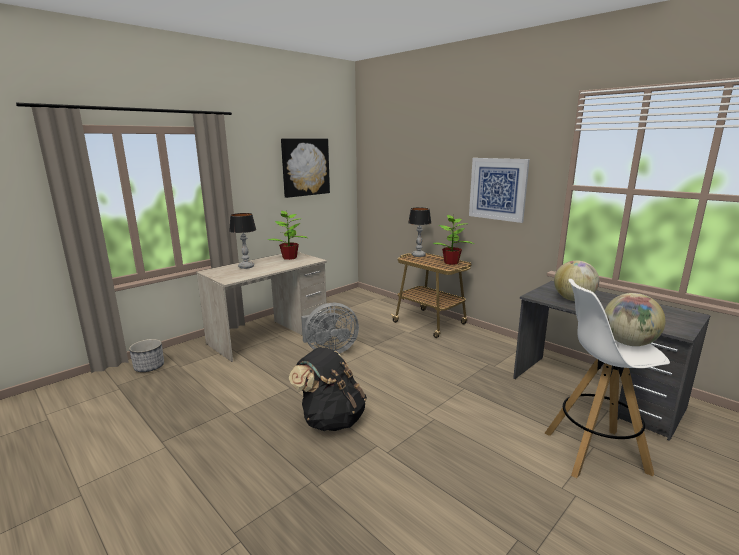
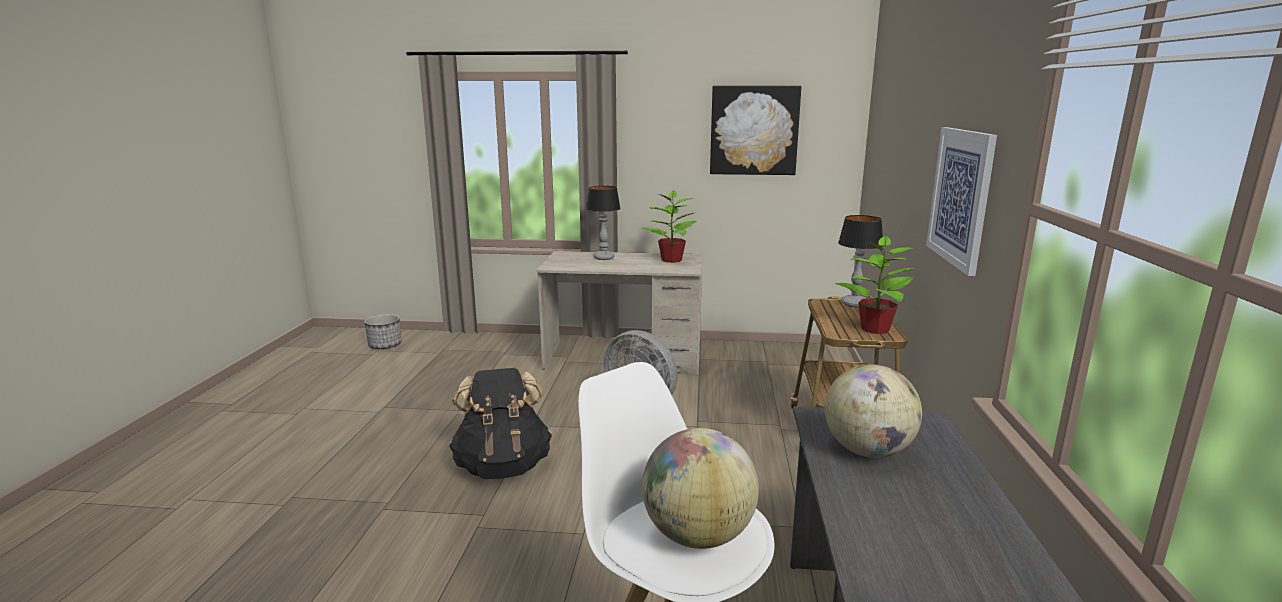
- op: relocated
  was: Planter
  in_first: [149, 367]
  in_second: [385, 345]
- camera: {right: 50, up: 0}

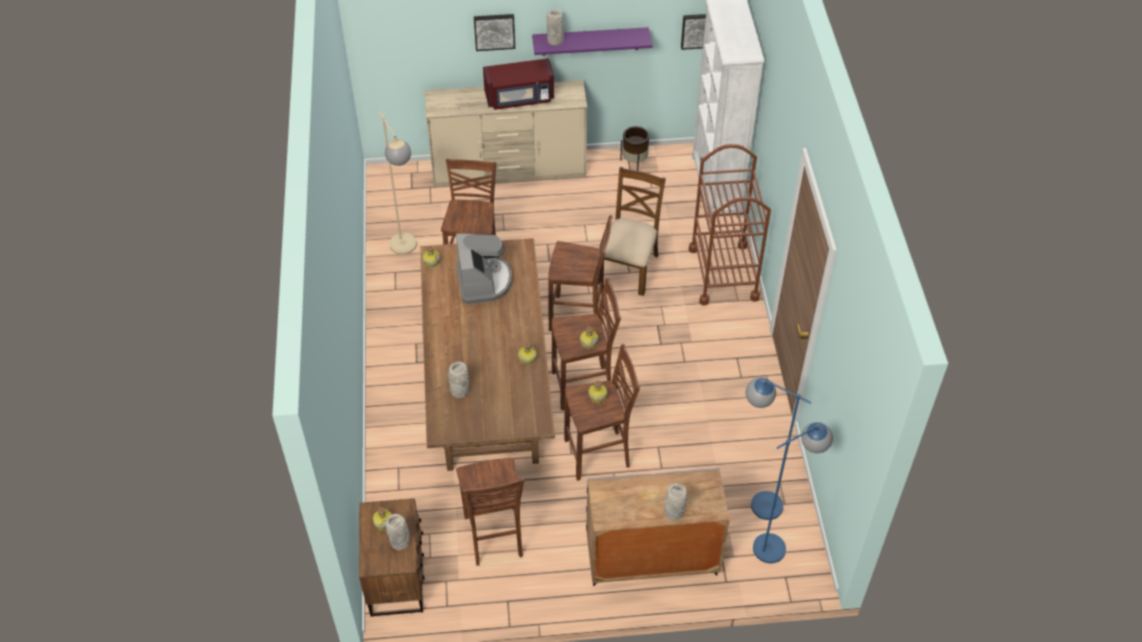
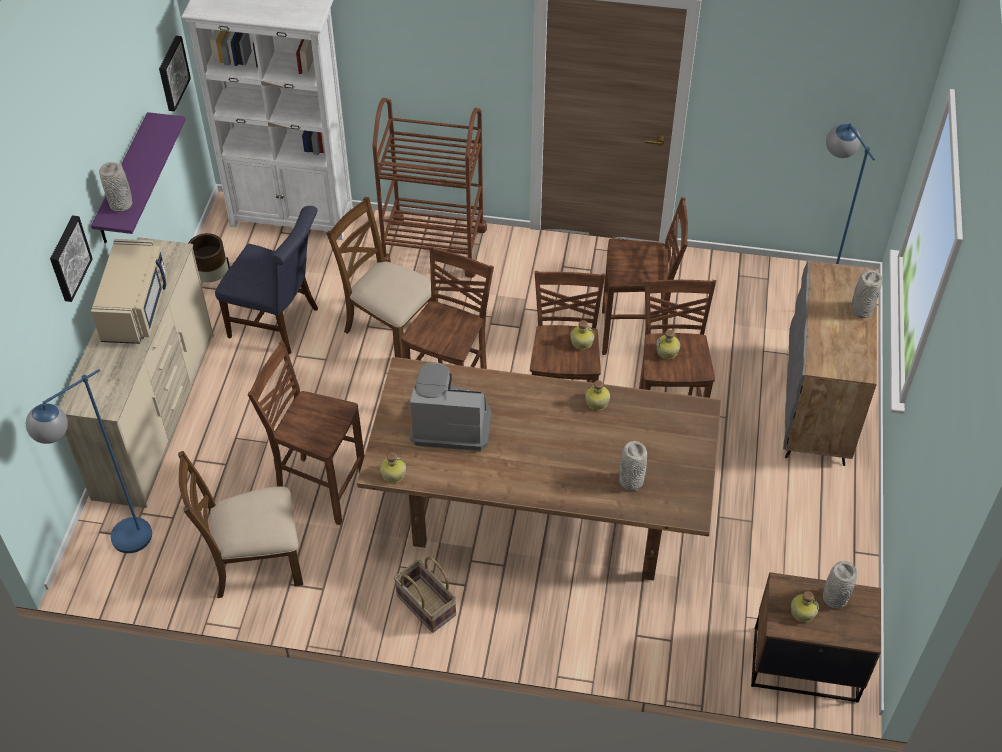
- op: appeared
  now: BlueChair
  in_second: [279, 323]
- op: appeared
  now: Basket
  in_second: [425, 605]
- op: relocated
  was: BrownStool
  in_first: [494, 538]
  in_second: [636, 334]
- op: relocated
  was: BlueFloorLamp
  in_first: [756, 500]
  in_second: [119, 544]
- op: exchanged
  was: BeigeFloorLamp
  now: BrownChair
  in_first: [407, 251]
  in_second: [255, 562]
- op: colour
  was: RedMicrowave
  now: BeigeMicrowave
  in_first: [519, 98]
  in_second: [136, 308]
- camera: {right: -75, up: 0}

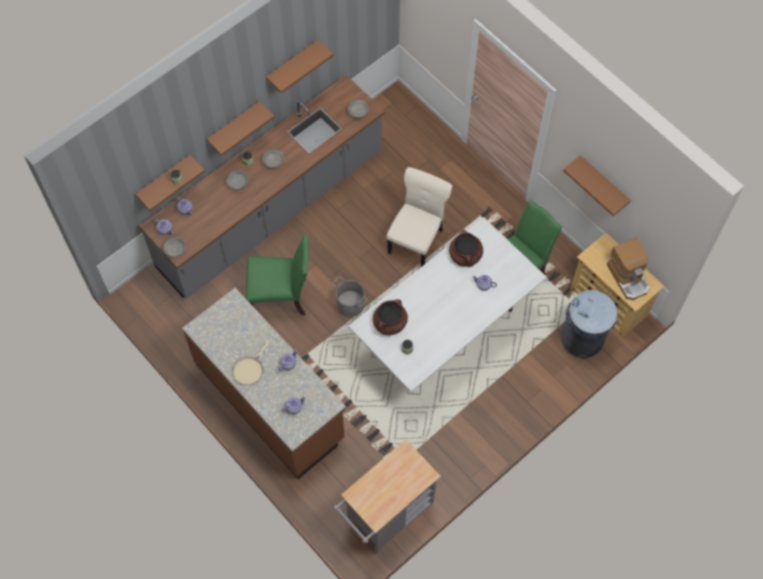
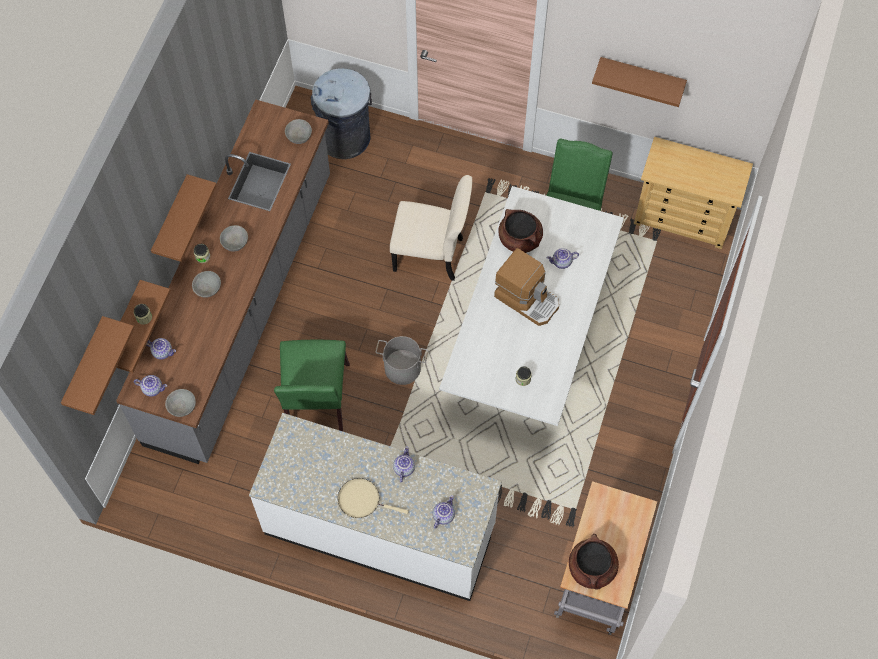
- op: relocated
  was: BrownShelf
  in_first: [293, 65]
  in_second: [85, 366]
- op: relocated
  was: BrownCookingPot
  in_first: [390, 323]
  in_second: [592, 568]
- op: relocated
  was: GreyTrashCan
  in_first: [582, 338]
  in_second: [345, 138]
- op: relocated
  was: CoffeeMachine
  in_first: [628, 277]
  in_second: [527, 299]
- op: colour
  was: BrownCounter
  now: WhiteCounter
  in_first: [270, 401]
  in_second: [380, 528]
- op: spun
  was: BeigeFryingPan
  in_first: [249, 369]
  in_second: [362, 500]
  clockwise: 105
- op: spun
  was: GreenChair
  in_first: [281, 297]
  in_second: [316, 401]
  clockwise: 120
- op: spun
  was: BeigeChair
  in_first: [417, 239]
  in_second: [431, 255]
  clockwise: 105
- camera: {right: -30, up: 0}

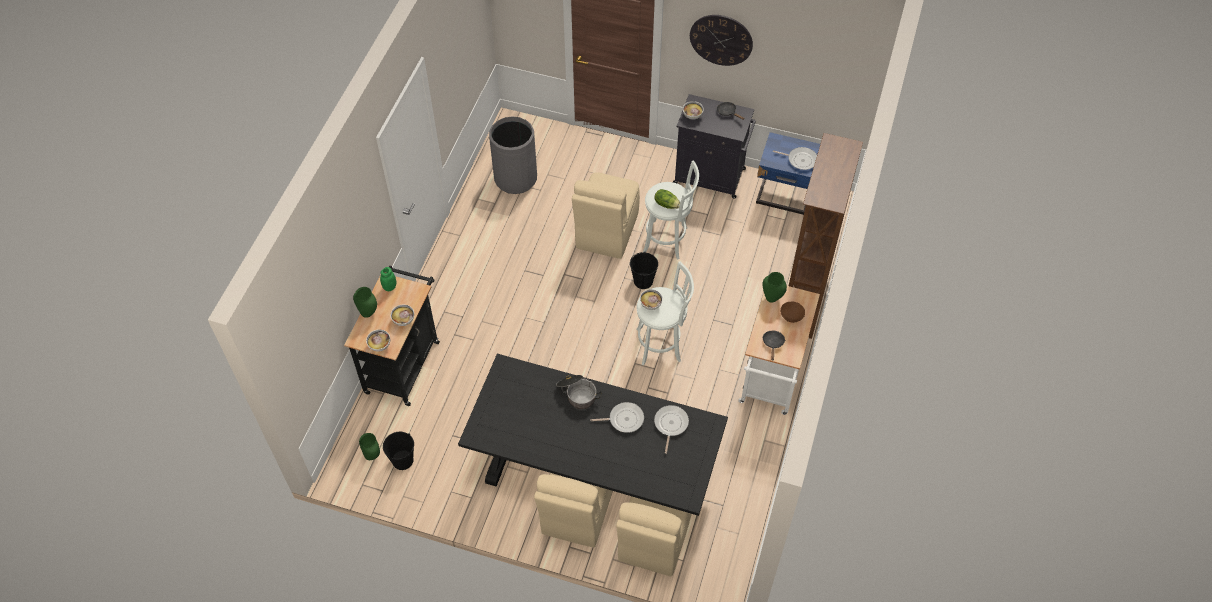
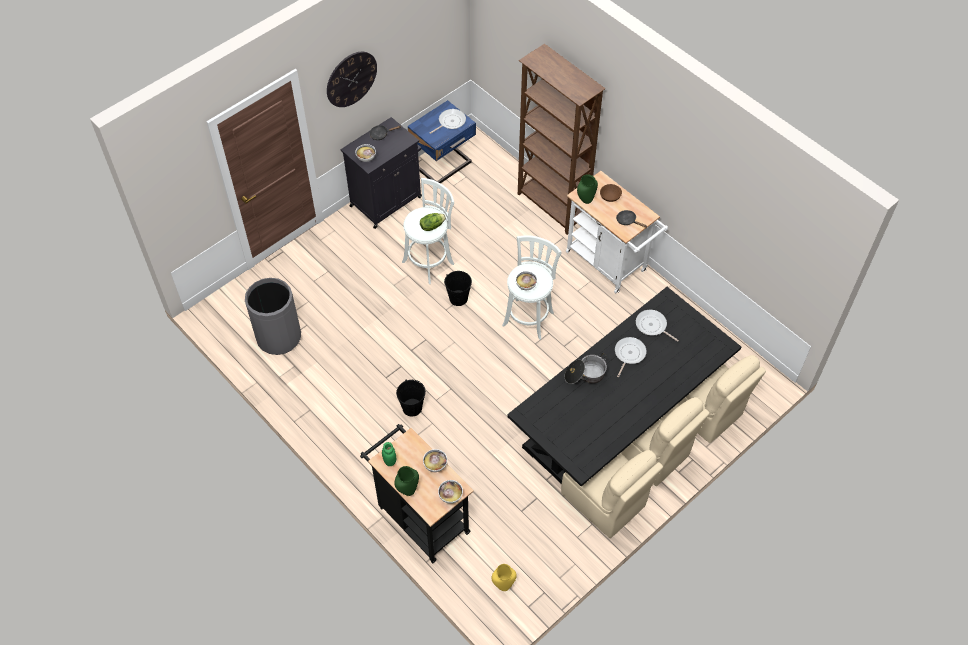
- op: relocated
  was: BlackBucket
  in_first: [402, 460]
  in_second: [412, 408]
- op: relocated
  was: BeigeChair
  in_first: [606, 232]
  in_second: [604, 501]
- op: colour
  was: GreenVase
  now: YellowVase
  in_first: [372, 456]
  in_second: [503, 585]
- camera: {right: -60, up: 0}

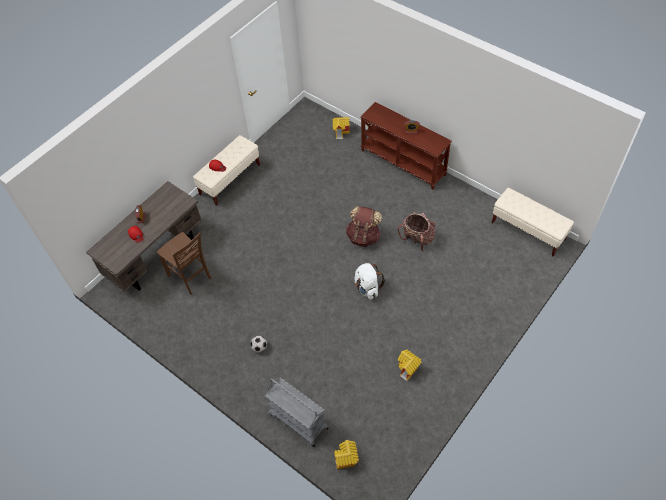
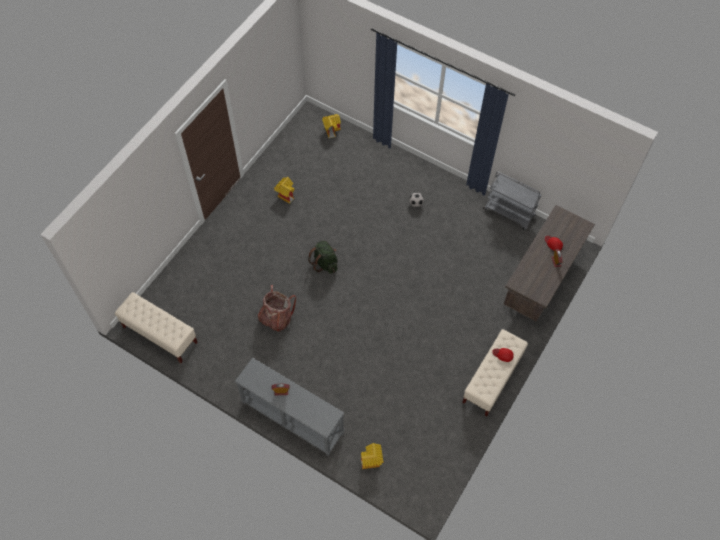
- op: missing
  was: BrownChair
  in_first: [190, 277]
- op: missing
  was: BrownBackpack
  in_first: [363, 236]
- op: relocated
  was: GreyCart
  in_first: [297, 421]
  in_second: [509, 212]
- op: colour
  was: WhiteBackpack
  now: GreenBackpack
  in_first: [367, 288]
  in_second: [325, 263]
- op: colour
  was: BrownConsoleTable
  now: GreyConsoleTable
  in_first: [403, 162]
  in_second: [292, 418]
- camera: {right: 170, up: 5}

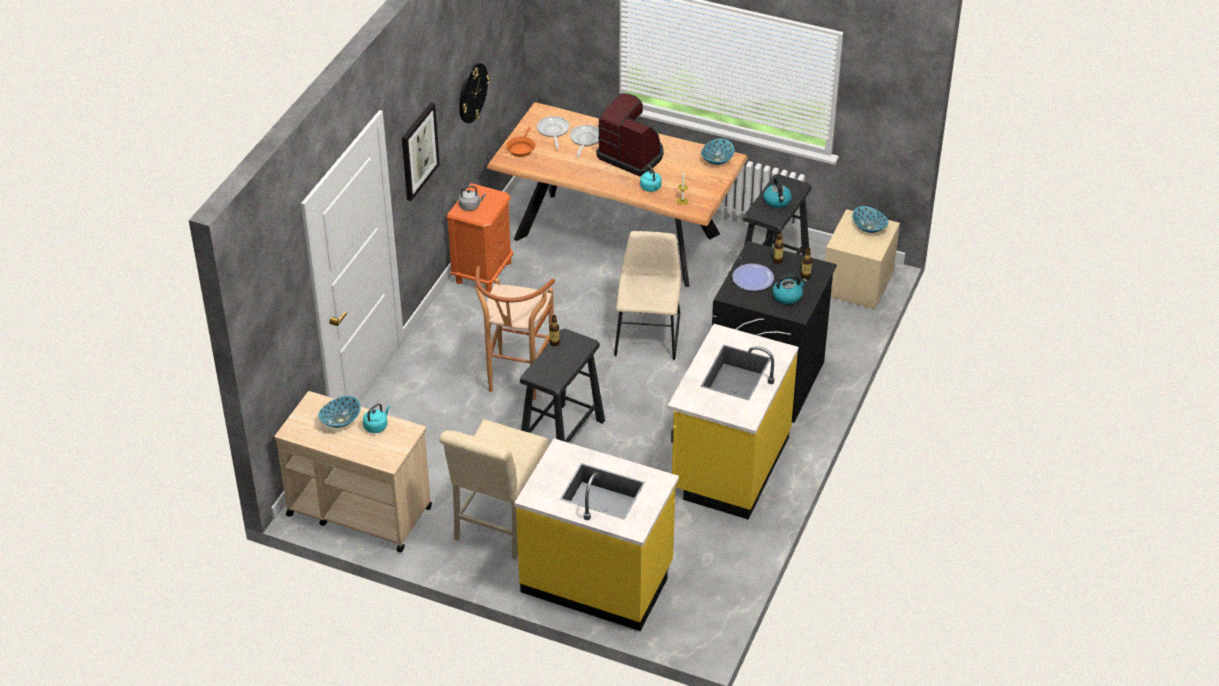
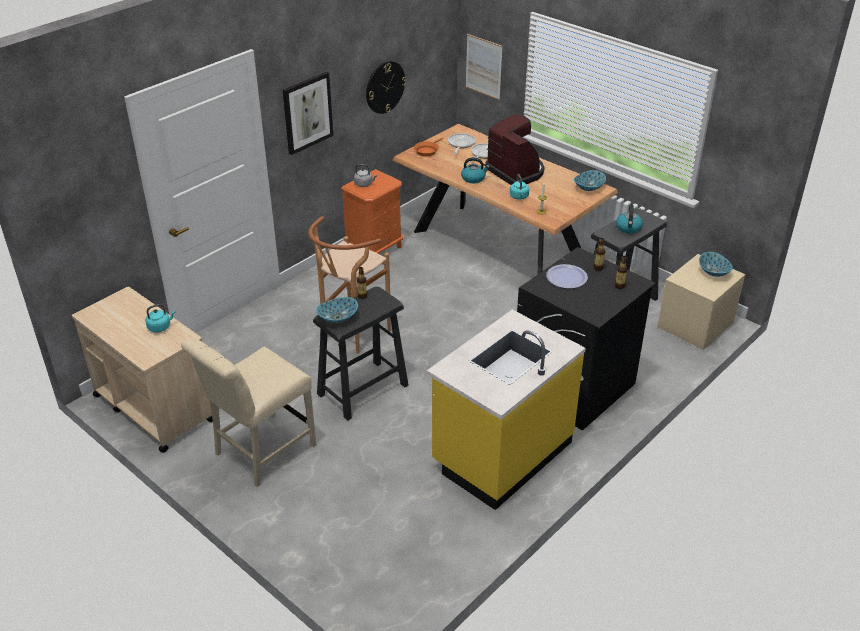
- op: missing
  was: YellowCounter
  in_first: [597, 579]
- op: missing
  was: BeigeChair
  in_first: [648, 333]
- op: appeared
  now: Picture
  in_second: [483, 66]
- op: relocated
  was: Bowl
  in_first: [340, 420]
  in_second: [337, 318]
- op: relocated
  was: Kettle
  in_first: [787, 296]
  in_second: [473, 178]
- camera: {right: 20, up: -5}

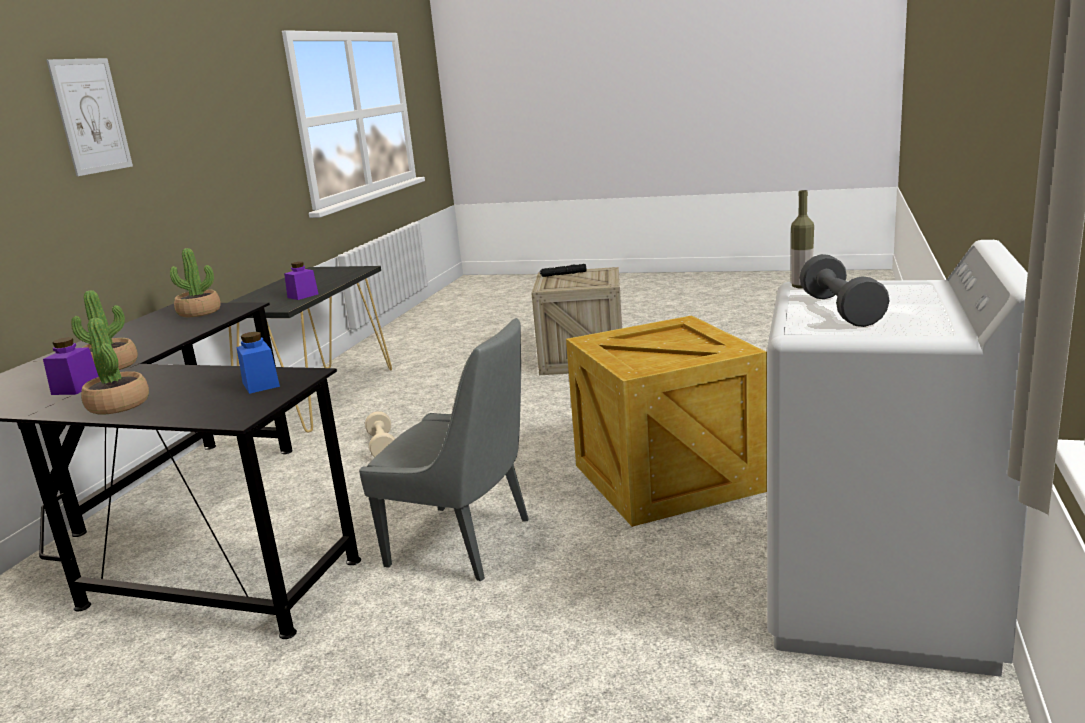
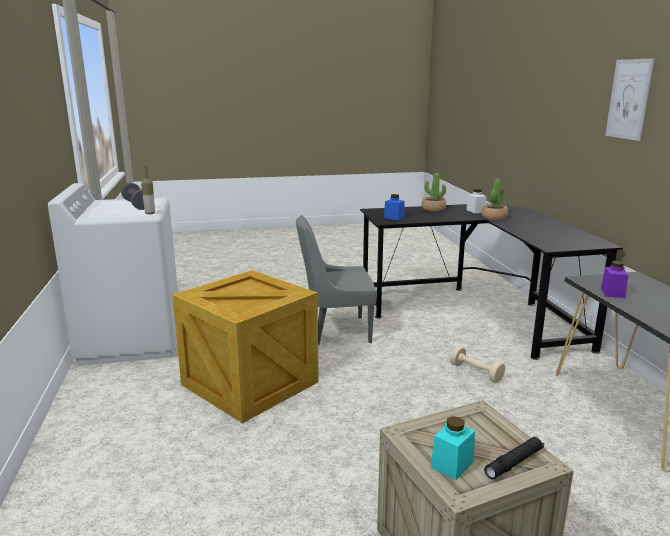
- op: missing
  was: PottedPlant
  in_first: [199, 312]
- op: appeared
  now: TurquoiseJar
  in_second: [452, 464]
- op: colour
  was: PurpleJar
  now: WhiteJar
  in_first: [76, 388]
  in_second: [475, 211]
- camera: {right: 150, up: 0}

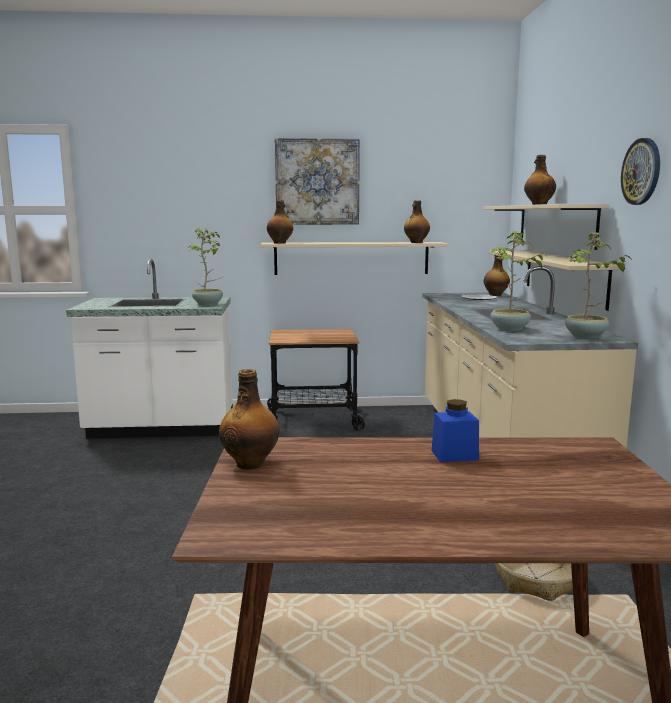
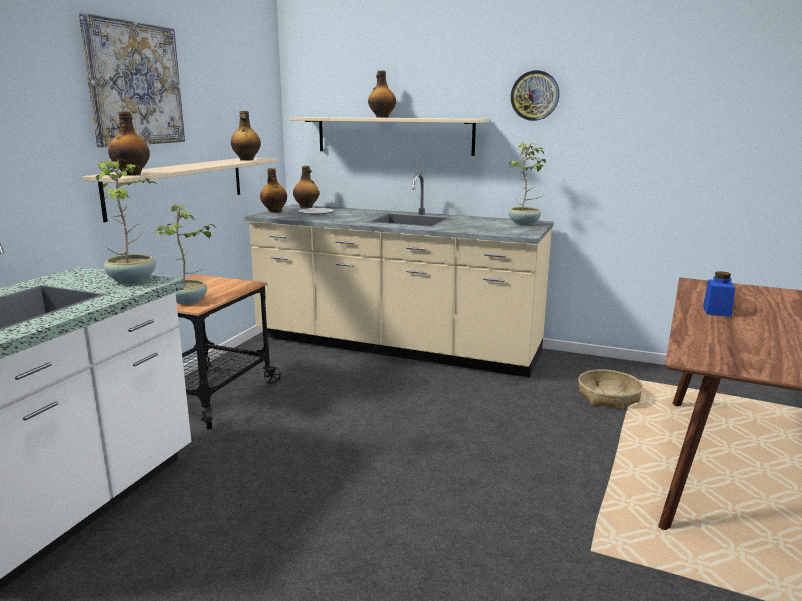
- op: missing
  was: BeigeShelf
  in_first: [564, 276]
- op: relocated
  was: Bottle
  in_first: [251, 464]
  in_second: [274, 211]
- op: relocated
  was: PottedPlant
  in_first: [509, 329]
  in_second: [188, 301]
- camera: {right: -65, up: 5}

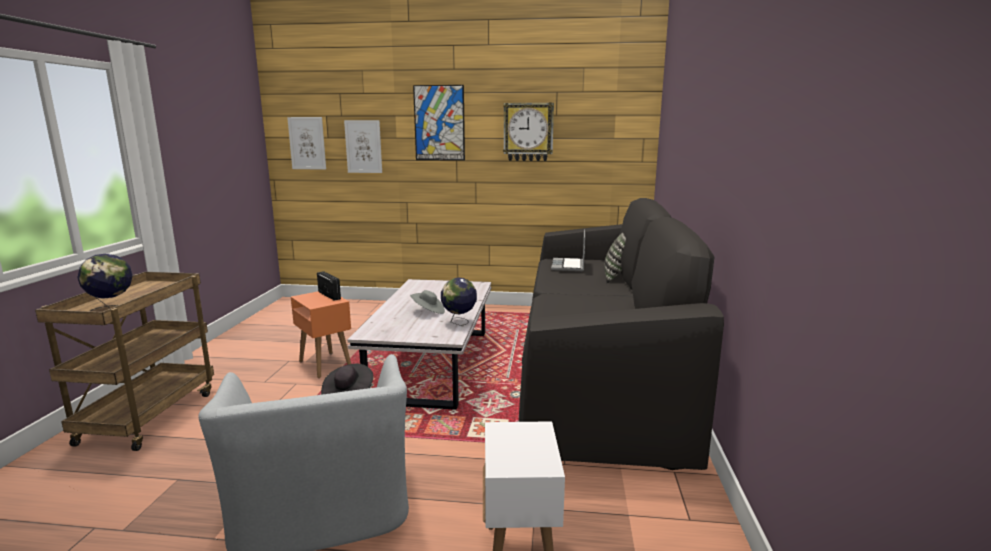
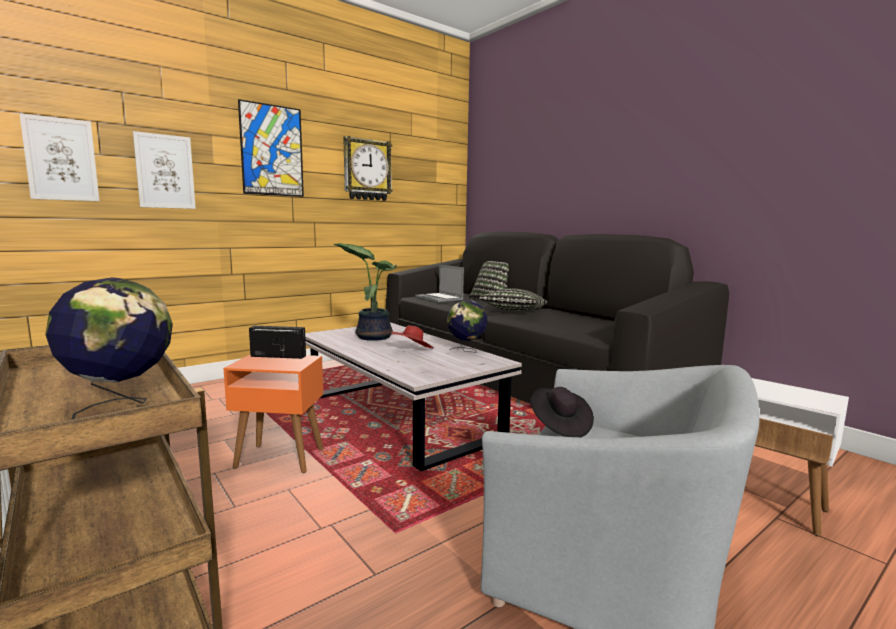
- op: appeared
  now: PottedPlant
  in_second: [373, 336]
- op: appeared
  now: Pillow
  in_second: [513, 312]
- op: colour
  was: GreyHat
  now: RedHat
  in_first: [428, 311]
  in_second: [412, 350]
- camera: {right: -45, up: -5}

